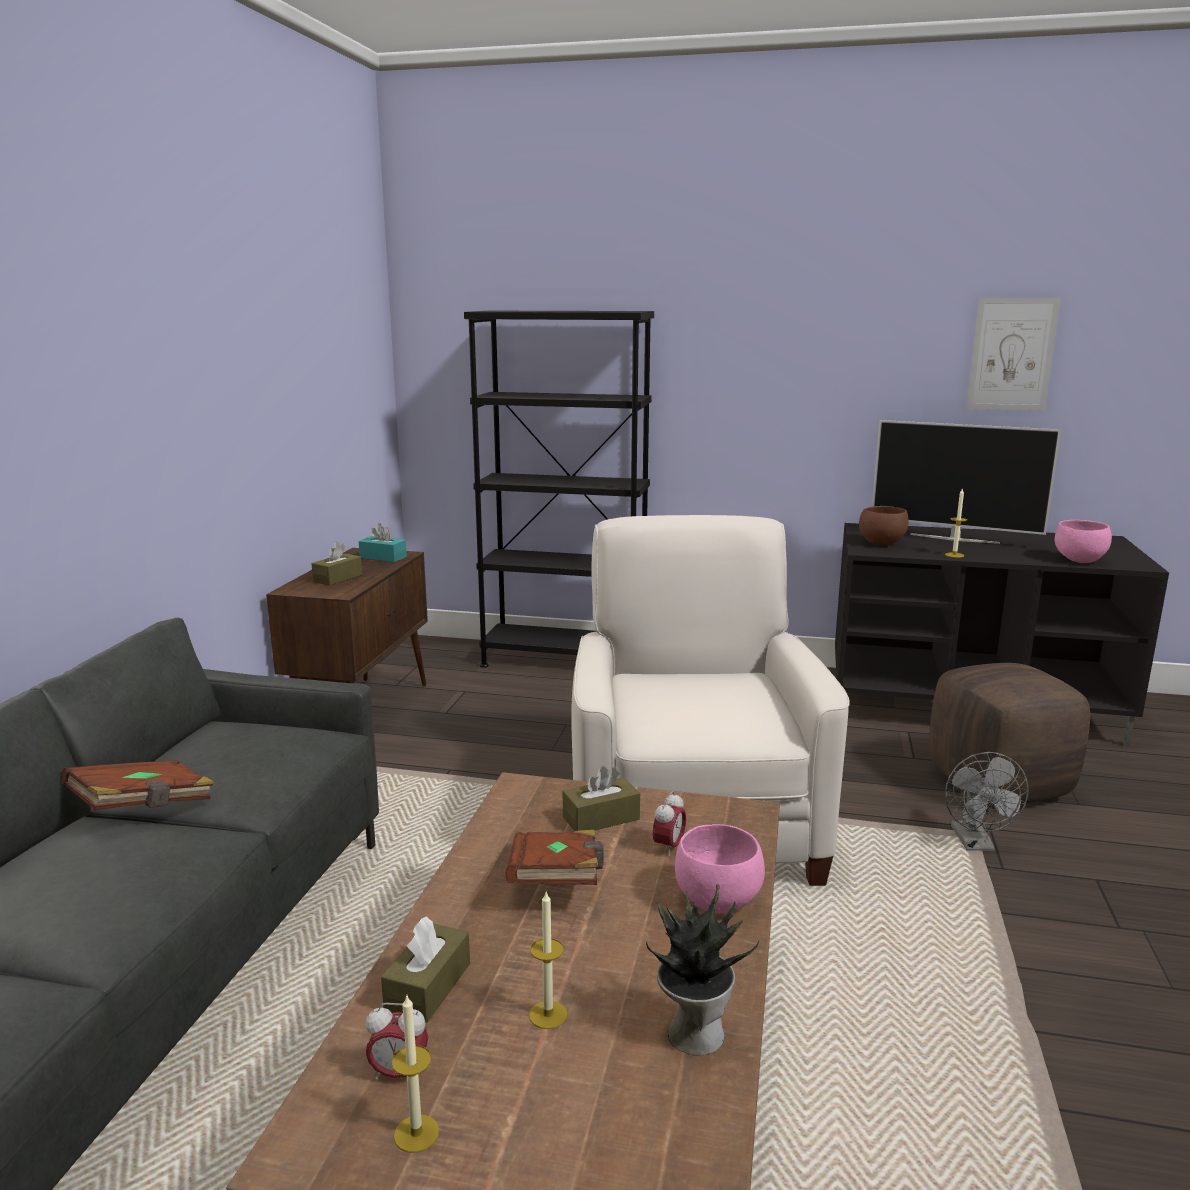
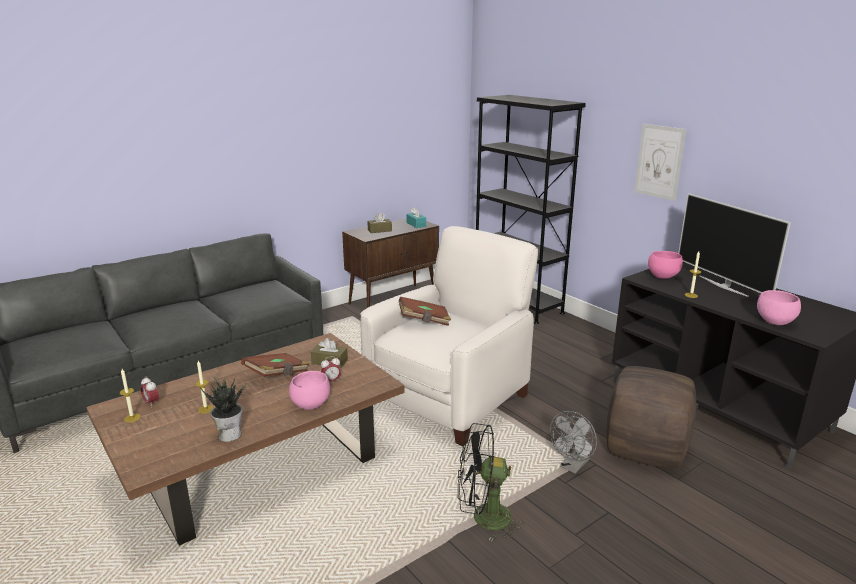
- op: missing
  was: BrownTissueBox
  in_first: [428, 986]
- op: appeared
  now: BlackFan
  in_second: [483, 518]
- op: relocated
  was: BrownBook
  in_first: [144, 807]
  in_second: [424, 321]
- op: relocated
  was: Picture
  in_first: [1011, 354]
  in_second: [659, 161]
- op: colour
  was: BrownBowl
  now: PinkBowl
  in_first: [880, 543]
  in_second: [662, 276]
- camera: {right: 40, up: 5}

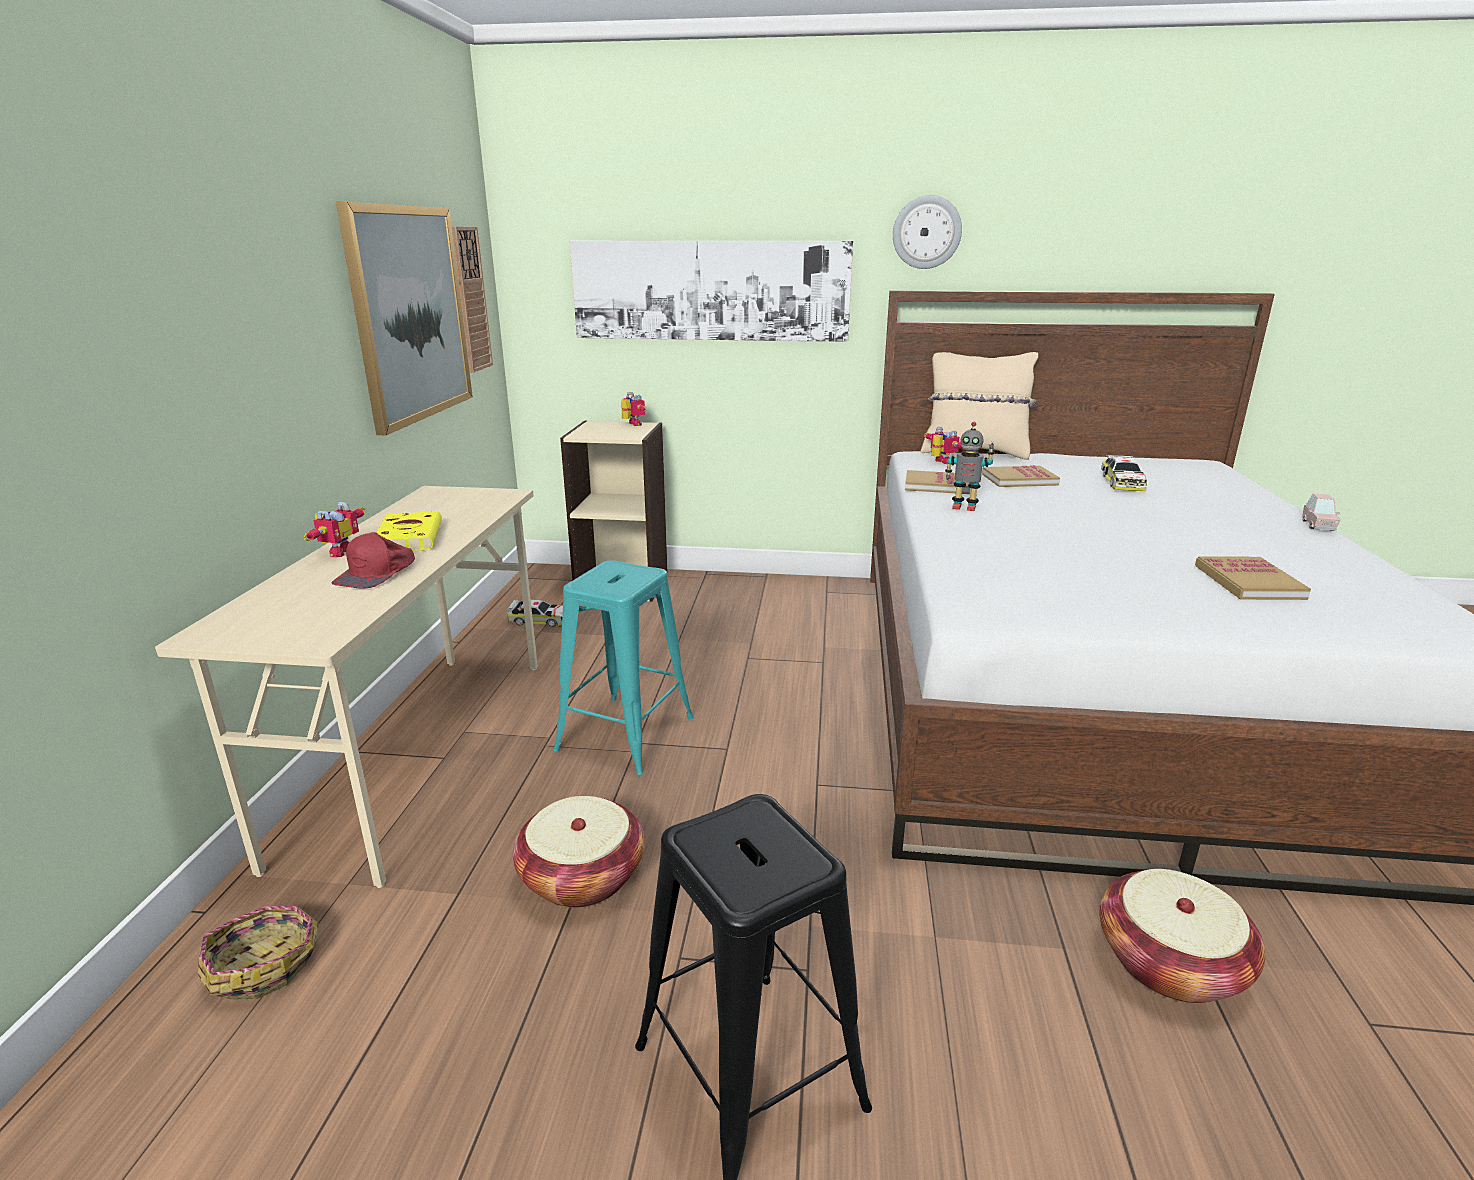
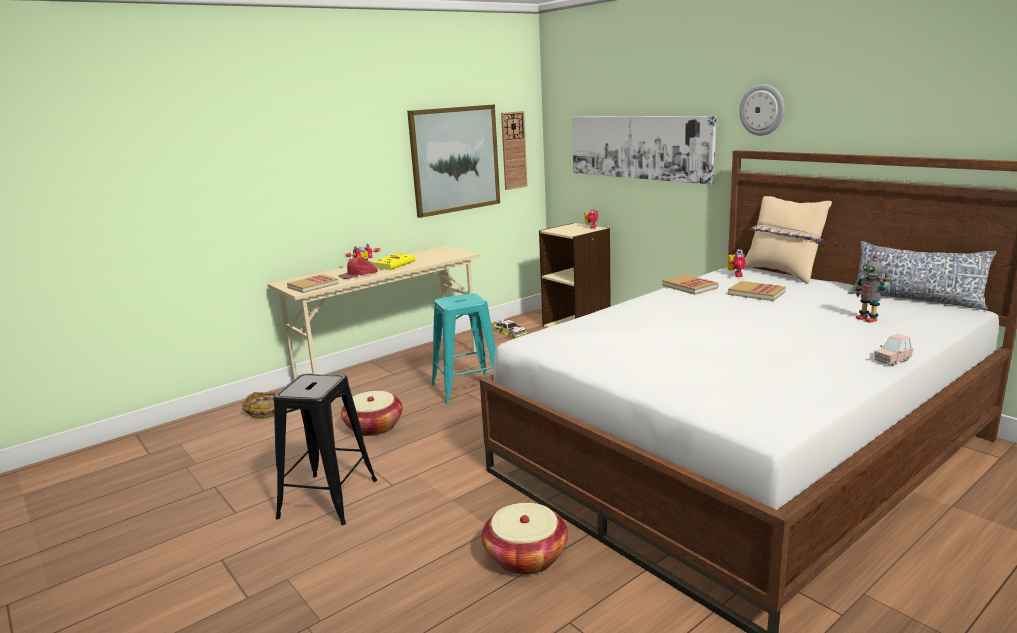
- op: missing
  was: ToyCar
  in_first: [1122, 482]
- op: appeared
  now: Pillow
  in_second: [915, 299]
- op: relocated
  was: ToyRobot
  in_first: [964, 507]
  in_second: [867, 319]
- op: relocated
  was: Book
  in_first: [1248, 582]
  in_second: [313, 285]
- camera: {right: 45, up: -5}

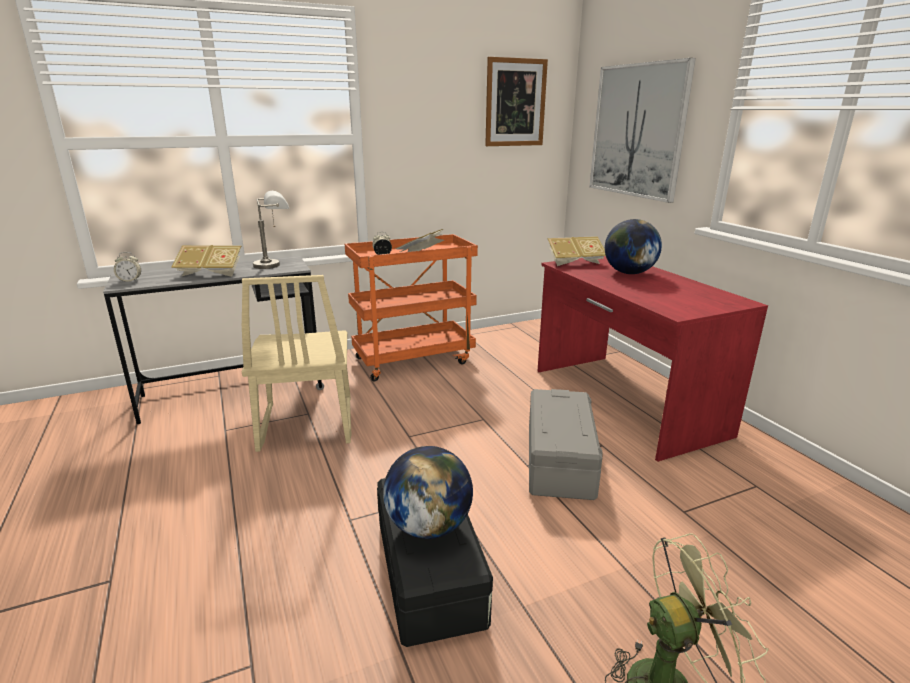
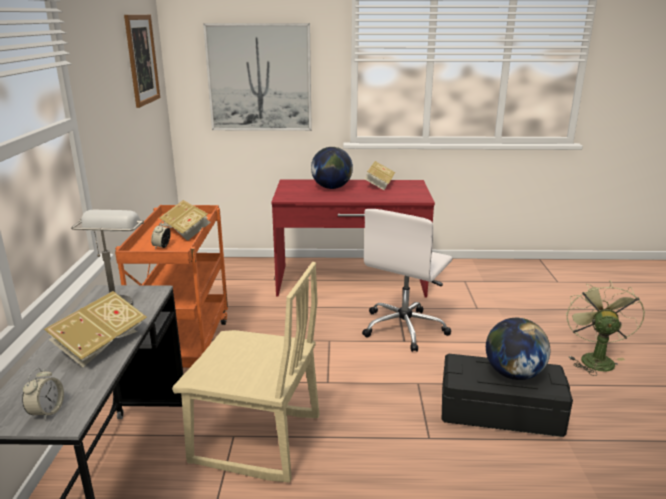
- op: relocated
  was: Book
  in_first: [575, 262]
  in_second: [379, 184]
- op: exchanged
  was: GreyStorageBox
  now: WhiteOfficeChair
  in_first: [558, 460]
  in_second: [404, 328]
- camera: {right: -65, up: 0}

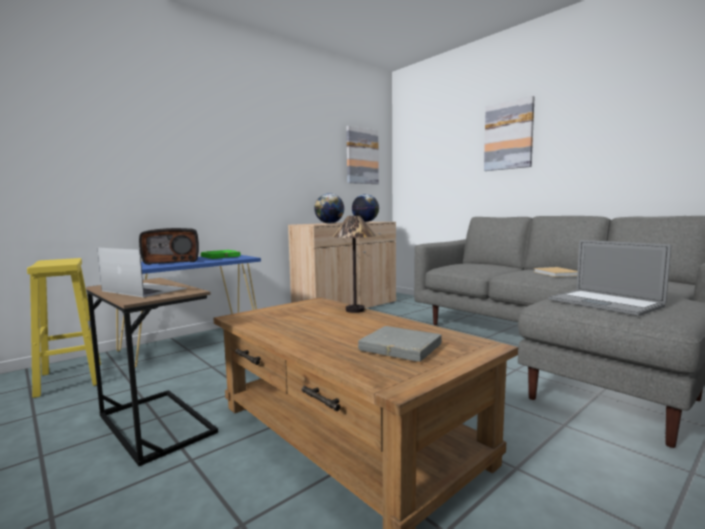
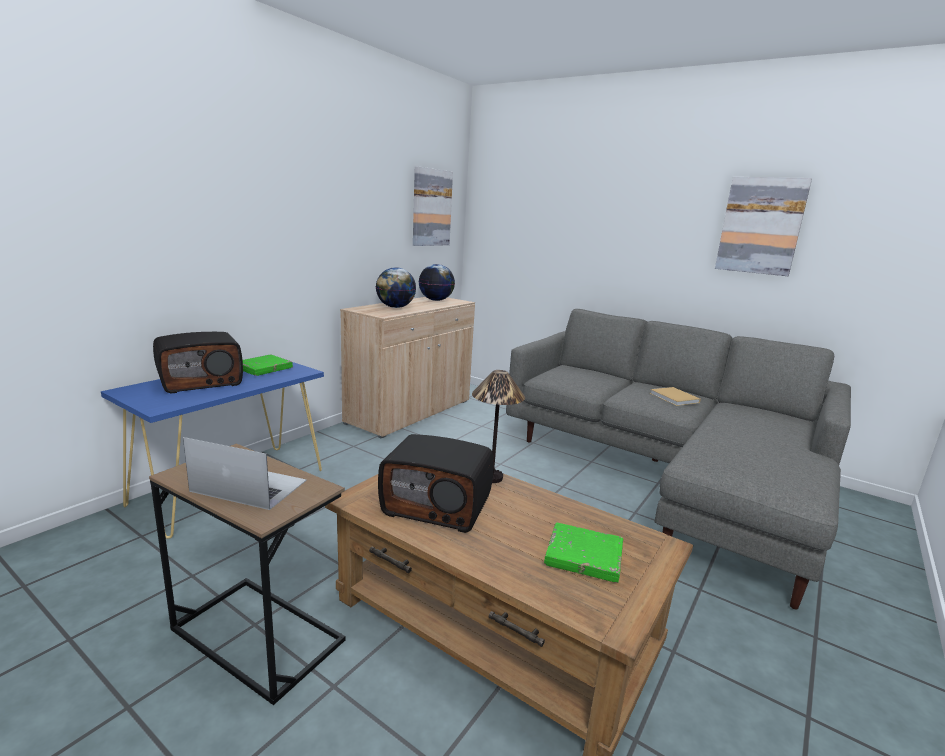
- op: missing
  was: YellowStool
  in_first: [69, 378]
- op: missing
  was: Laptop
  in_first: [604, 303]
- op: appeared
  now: Radio
  in_second: [437, 506]
- op: relocated
  was: Picture
  in_first: [508, 135]
  in_second: [761, 226]
- op: colour
  was: GreyBook
  now: GreenBook
  in_first: [400, 348]
  in_second: [583, 556]
- camera: {right: -15, up: 10}

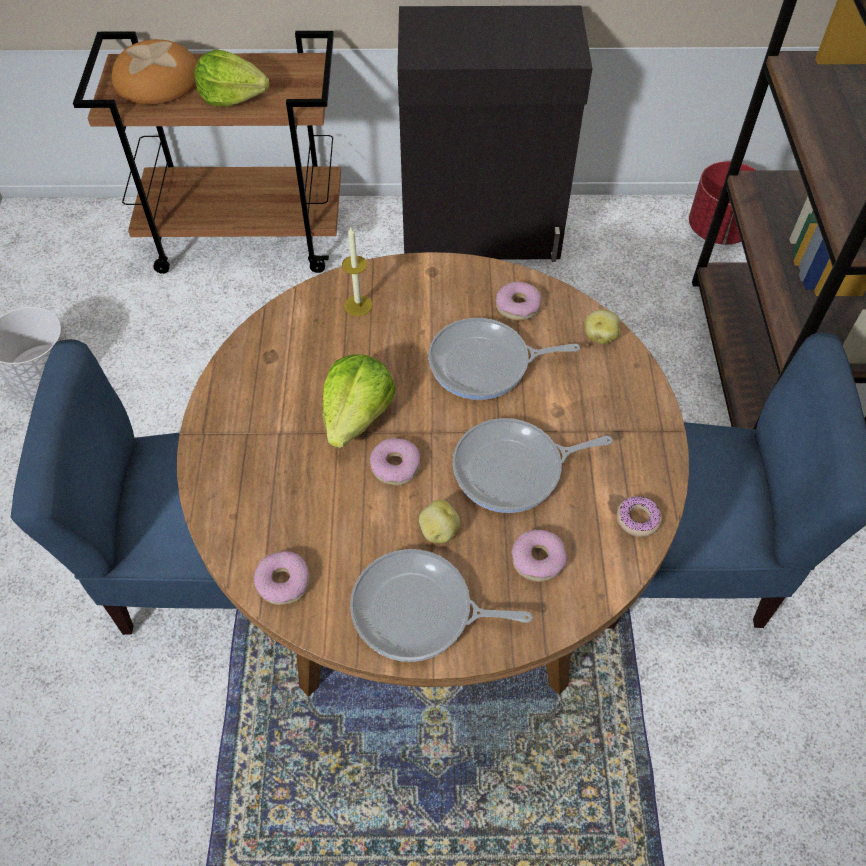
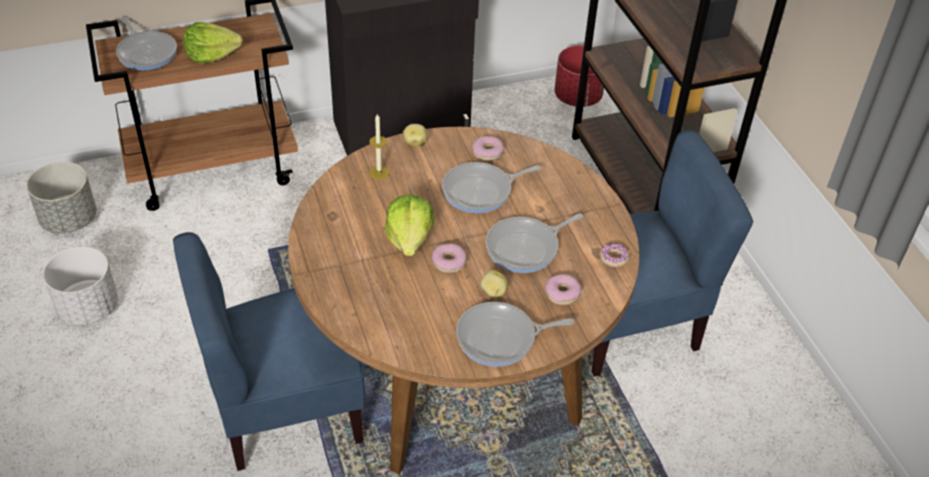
- op: missing
  was: Donut
  in_first: [283, 582]
- op: appeared
  now: GreyPlanter
  in_second: [69, 220]
- op: relocated
  was: Potato
  in_first: [600, 335]
  in_second: [415, 142]
- op: exchanged
  was: Bread
  now: FryingPan
  in_first: [158, 80]
  in_second: [146, 52]
- camera: {right: -20, up: -10}

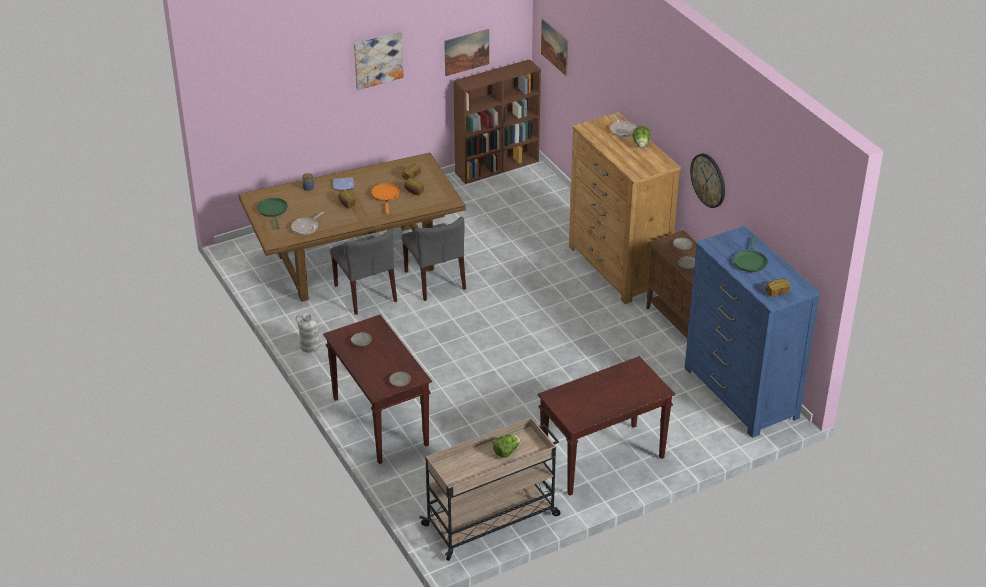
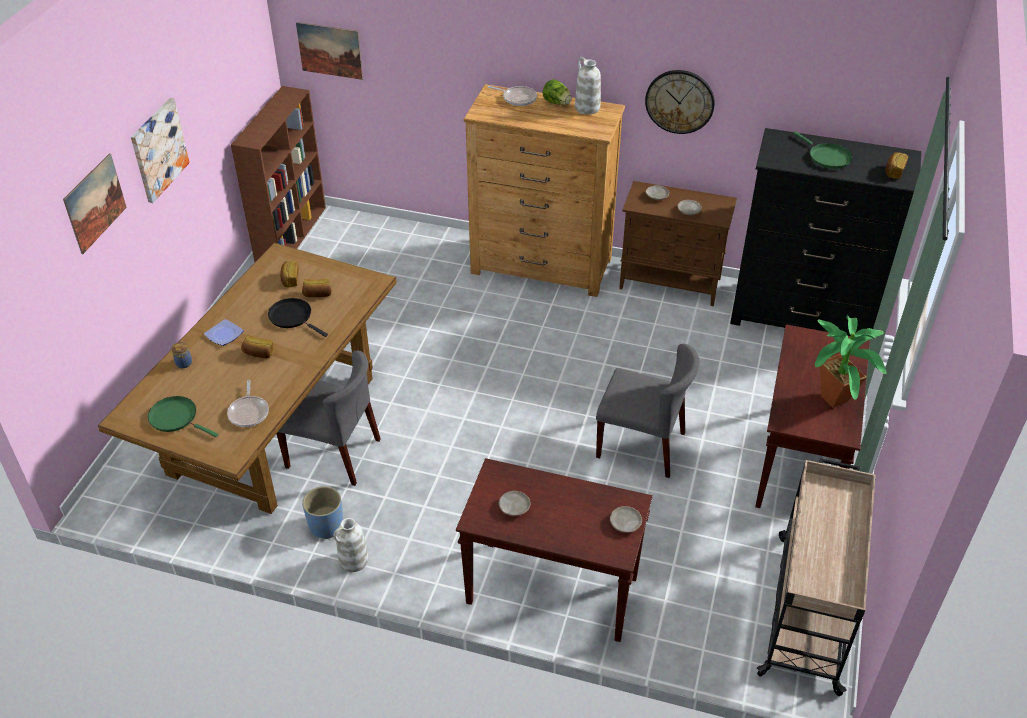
- op: missing
  was: Lettuce
  in_first: [506, 451]
- op: appeared
  now: BluePlanter
  in_second: [325, 525]
- op: appeared
  now: WhiteVase
  in_second: [586, 108]
- op: appeared
  now: PottedPlant
  in_second: [835, 403]
- op: relocated
  was: GreyChair
  in_first: [435, 280]
  in_second: [642, 445]
- op: relocated
  was: Picture
  in_first: [466, 52]
  in_second: [95, 203]
- op: colour
  was: OrangeFryingPan
  now: BlackFryingPan
  in_first: [386, 195]
  in_second: [293, 317]
- op: colour
  was: BlueDresser
  now: BlackDresser
  in_first: [740, 393]
  in_second: [803, 316]
- camera: {right: -45, up: 5}

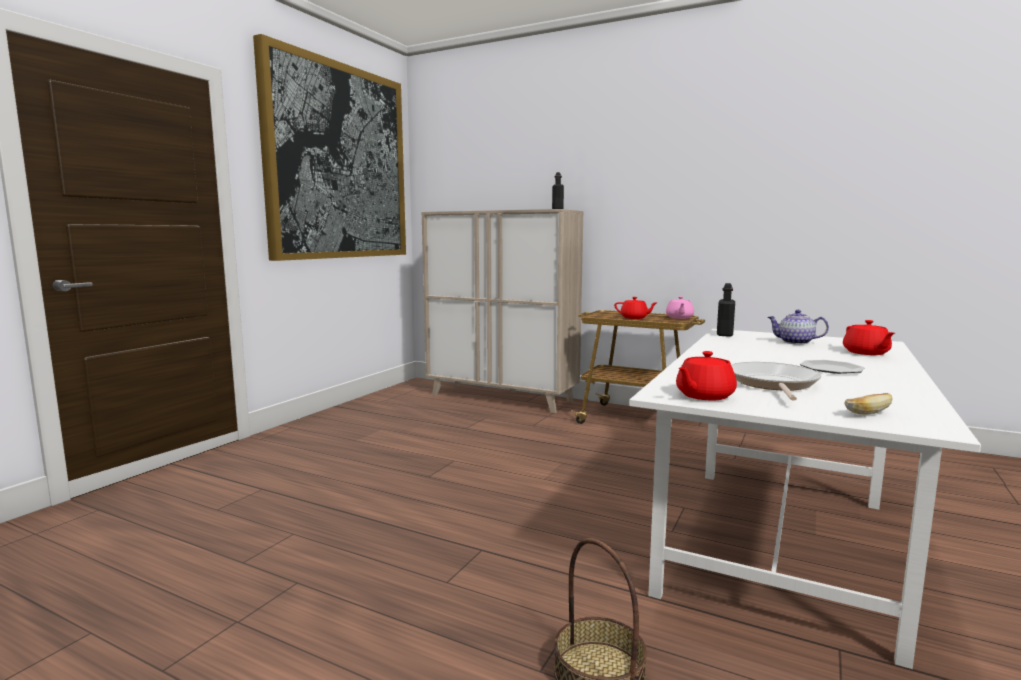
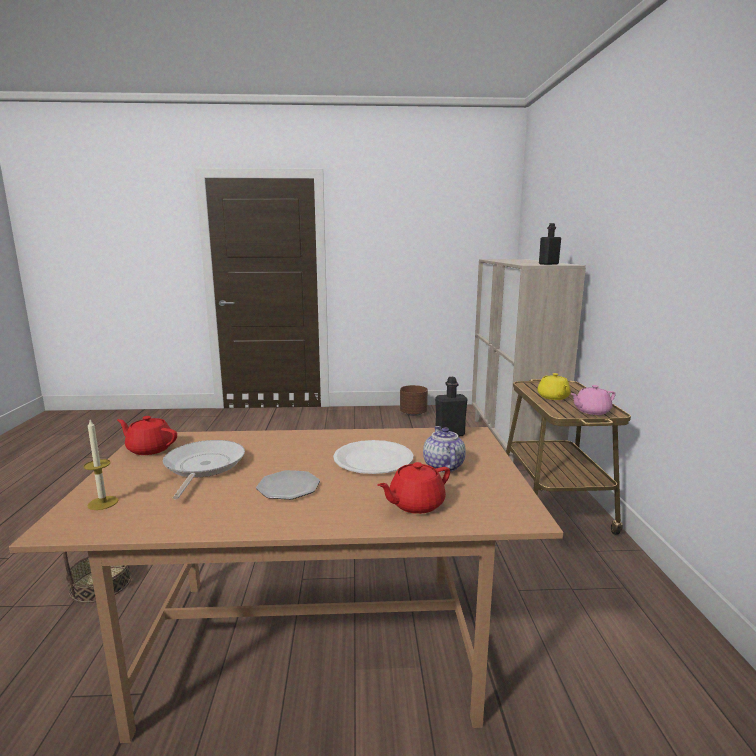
- op: missing
  was: Picture
  in_first: [338, 163]
- op: appeared
  now: WhitePlate
  in_second: [373, 459]
- op: appeared
  now: BrownPlanter
  in_second: [413, 413]
- op: exchanged
  was: Bread
  now: Candle
  in_first: [867, 413]
  in_second: [103, 503]
- op: colour
  was: RedTeapot
  now: YellowTeapot
  in_first: [634, 318]
  in_second: [553, 397]
- op: colour
  was: WhiteDiningTable
  now: BrownDiningTable
  in_first: [781, 546]
  in_second: [310, 646]
- op: spun
  was: FryingPan
  in_first: [772, 384]
  in_second: [203, 467]
  clockwise: -75
- camera: {right: 60, up: 5}

